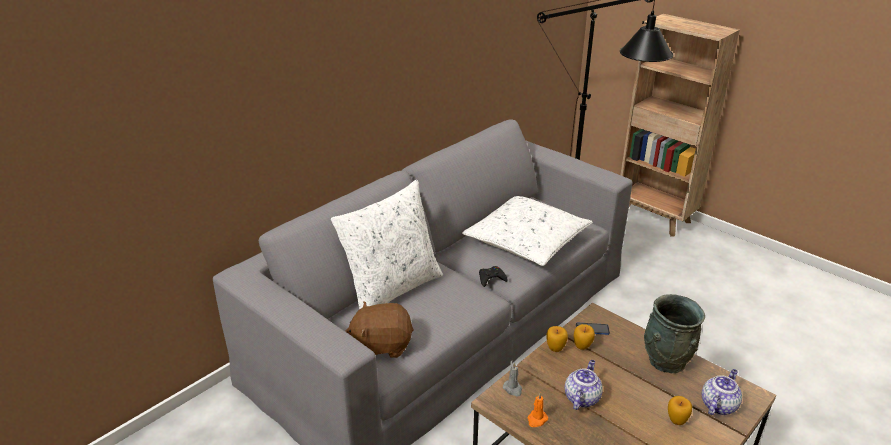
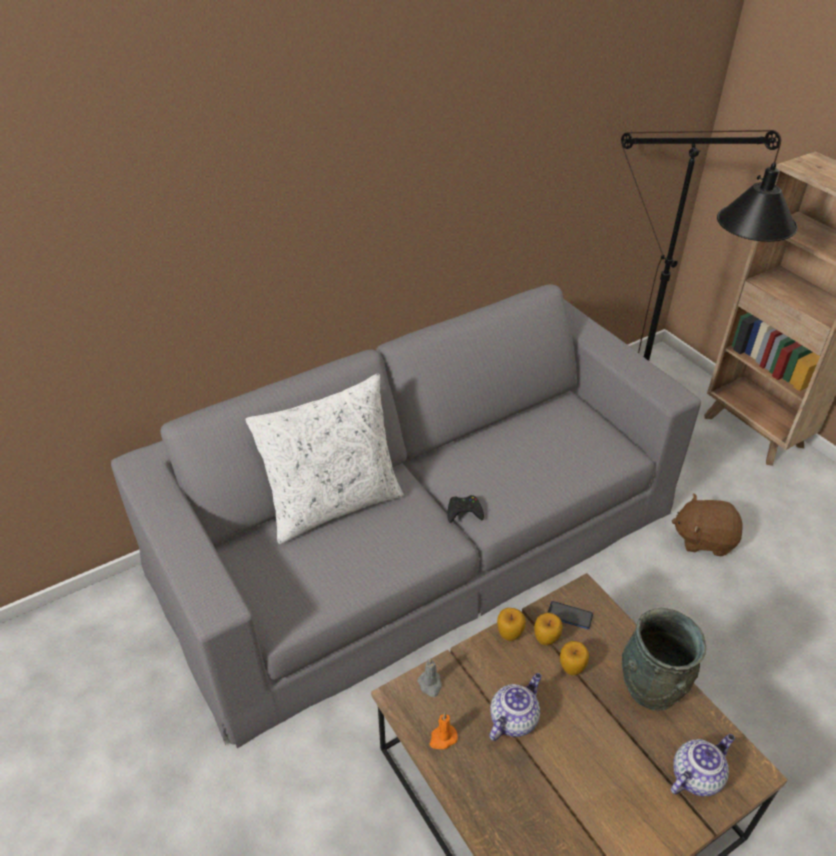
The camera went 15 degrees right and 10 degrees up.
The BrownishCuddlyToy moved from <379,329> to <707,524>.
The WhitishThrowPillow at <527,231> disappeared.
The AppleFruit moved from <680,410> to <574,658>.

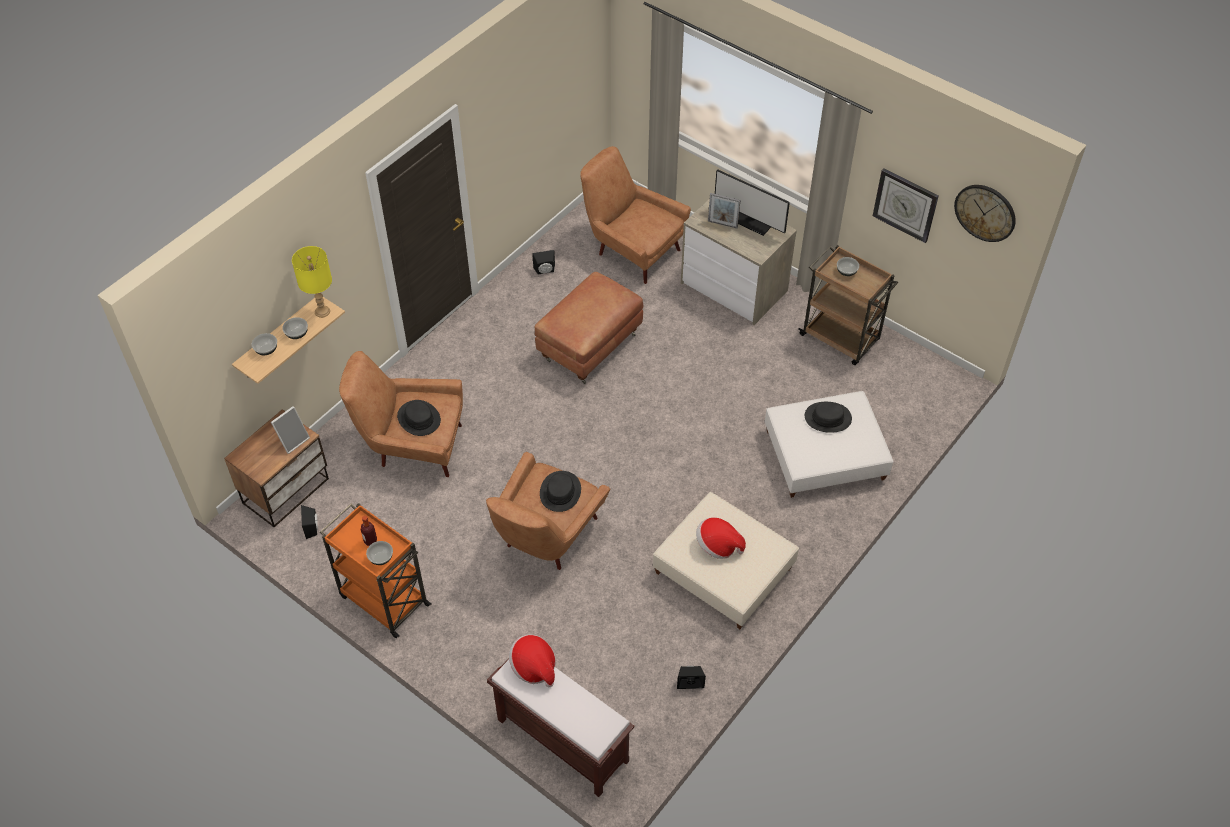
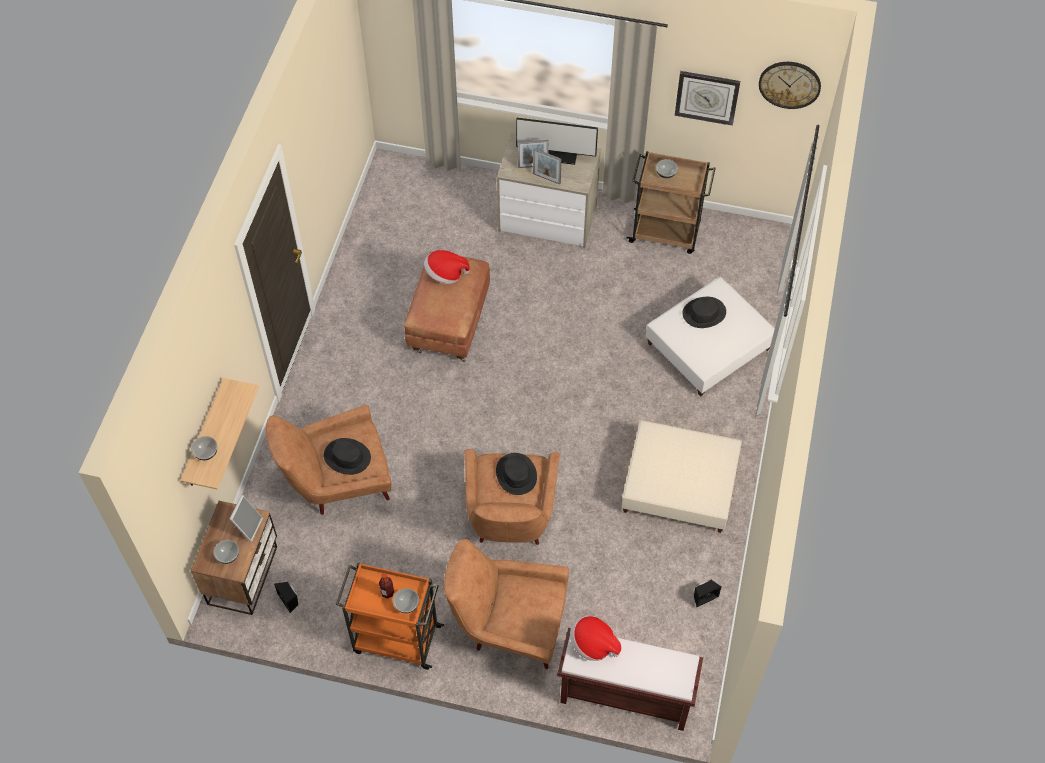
The camera went 25 degrees left and 5 degrees up.
The ServingBowl moved from <295,328> to <226,552>.
The YellowishTableLamp at <312,282> disappeared.
The BlackColouredAudioSpeaker at <543,262> disappeared.
The BrownishLoungeChair moved from <635,215> to <506,604>.
The ClothingHat moved from <721,538> to <447,267>.
The PictureFrame at <547,166> appeared.

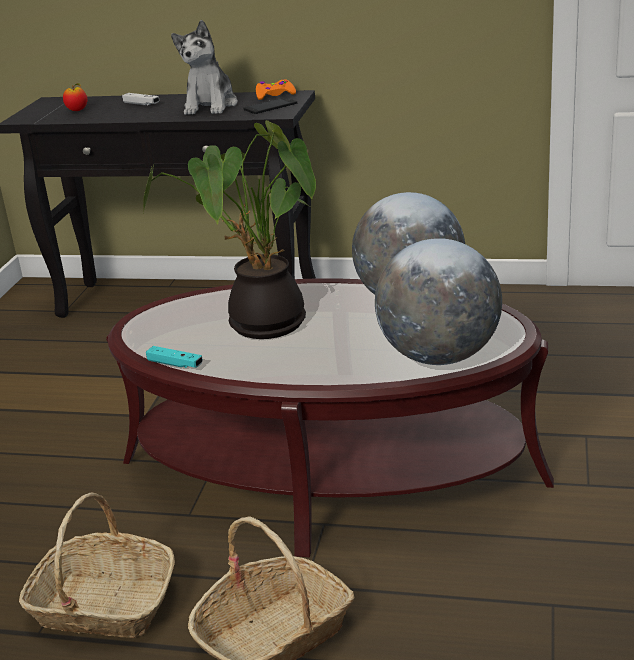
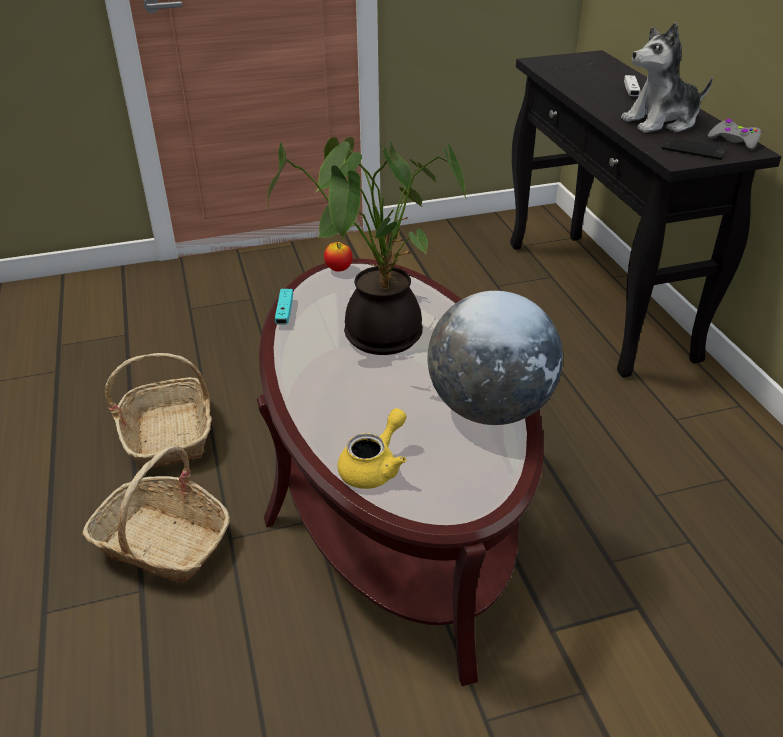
The camera went 60 degrees right and 10 degrees up.
The AppleFruit moved from <75,97> to <338,257>.
The OrangeyGameController at <276,89> became the GreyGameController at <734,134>.
The DeskGlobe at <438,301> was replaced by the YellowishTeaPot at <372,448>.

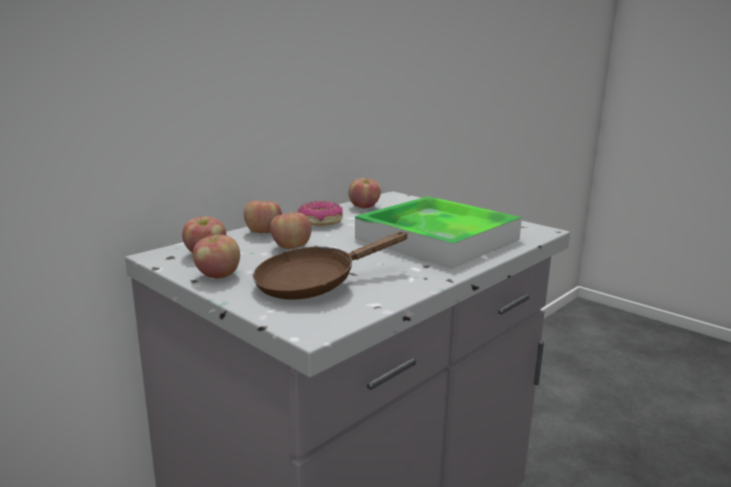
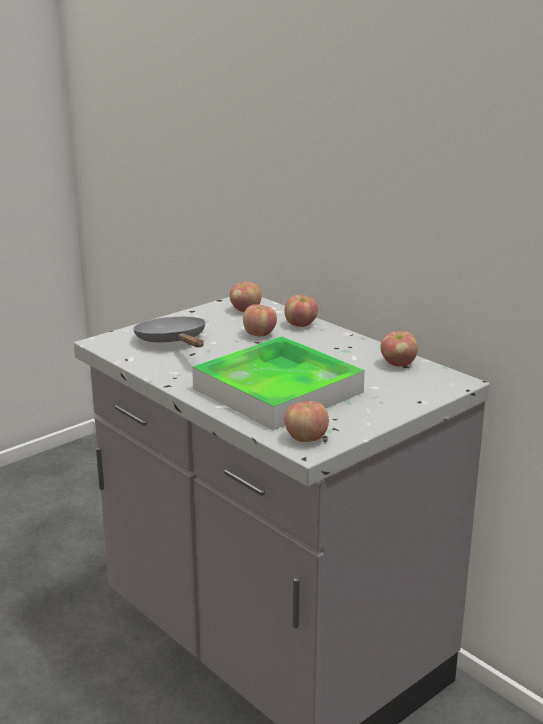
The camera went 95 degrees right and 5 degrees up.
The AppleFruit moved from <216,257> to <306,421>.
The BrownishFryingPan at <331,265> became the GreyFryingPan at <169,332>.
The RingDoughnut at <320,213> disappeared.

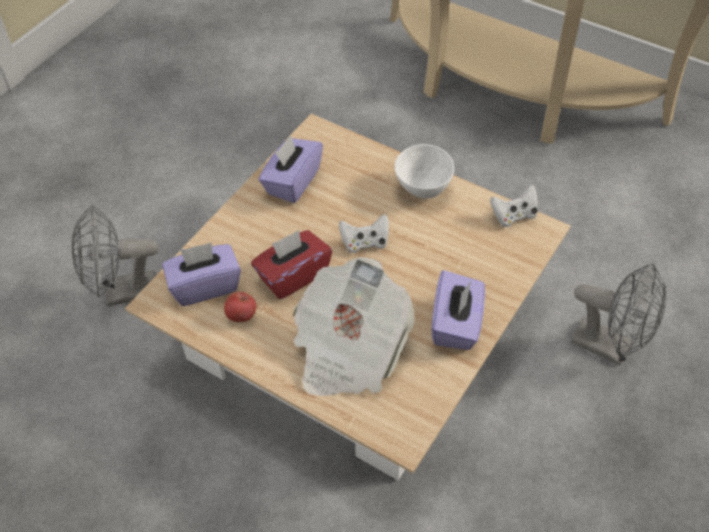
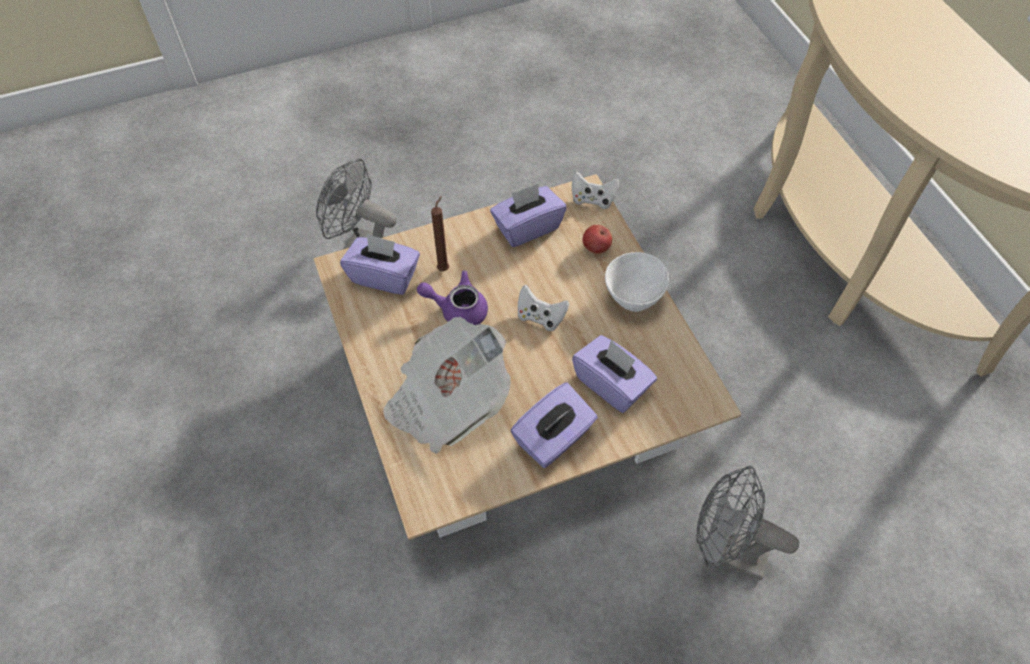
The camera went 35 degrees right and 5 degrees up.
The AppleFruit moved from <240,307> to <597,239>.
The RedTissueHolder at <291,264> was replaced by the PurpleColouredTeaPot at <452,297>.
The WhitishGameController moved from <514,205> to <595,190>.
The GreyElectricFan at <618,314> turned 135 degrees clockwise.
The BrownishWaxCandle at <440,233> appeared.
The PurpleColouredTissueHolder at <614,374> appeared.

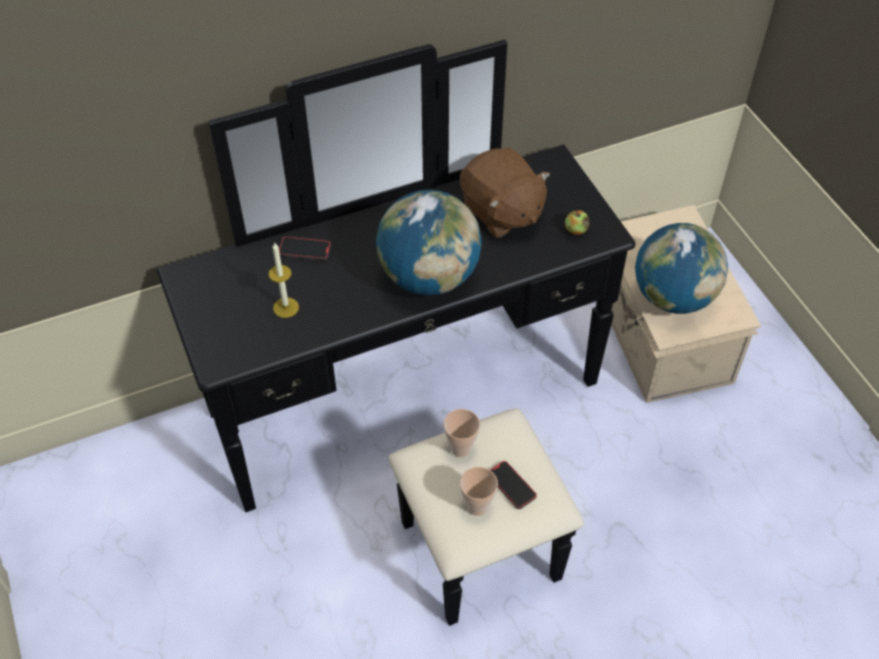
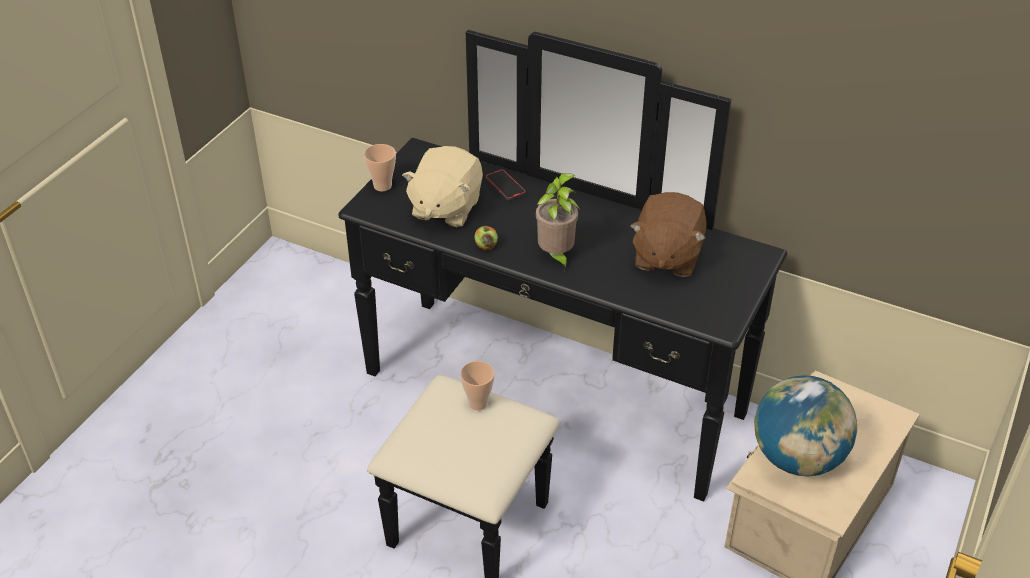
The camera went 50 degrees right and 10 degrees down.
The WaxCandle at <284,280> was replaced by the BeigeColouredCuddlyToy at <442,186>.
The DeskGlobe at <429,242> was replaced by the PlantInAPot at <558,221>.
The DrinkingCup moved from <479,491> to <380,167>.
The Telephone at <513,485> disappeared.
The AppleFruit moved from <577,222> to <486,238>.

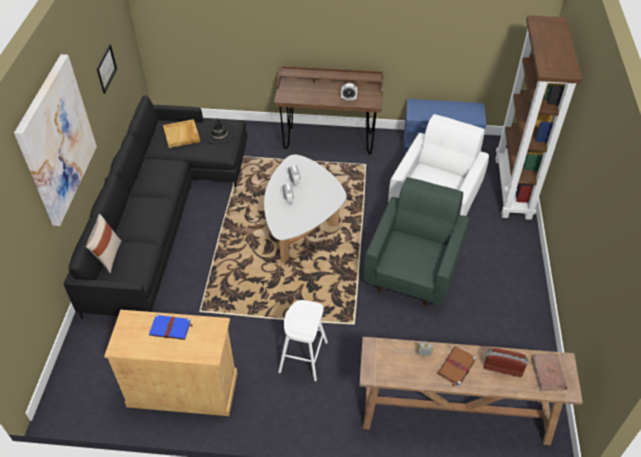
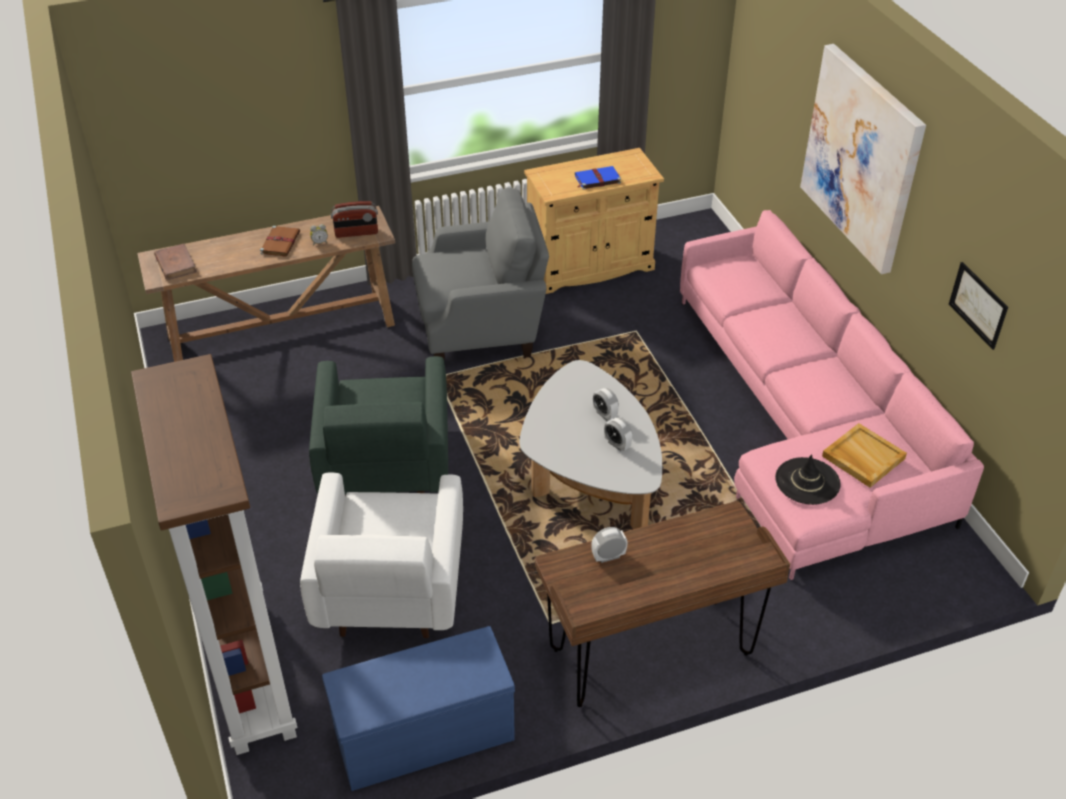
The camera went 155 degrees right and 5 degrees down.
The BlackColouredCouch at <155,207> became the PinkishCouch at <832,395>.
The BeigeColouredThrowPillow at <104,243> disappeared.
The WhitishStoolSeat at <303,340> was replaced by the GreyLoungeChair at <480,274>.
The RadioReceiver moved from <506,362> to <354,219>.

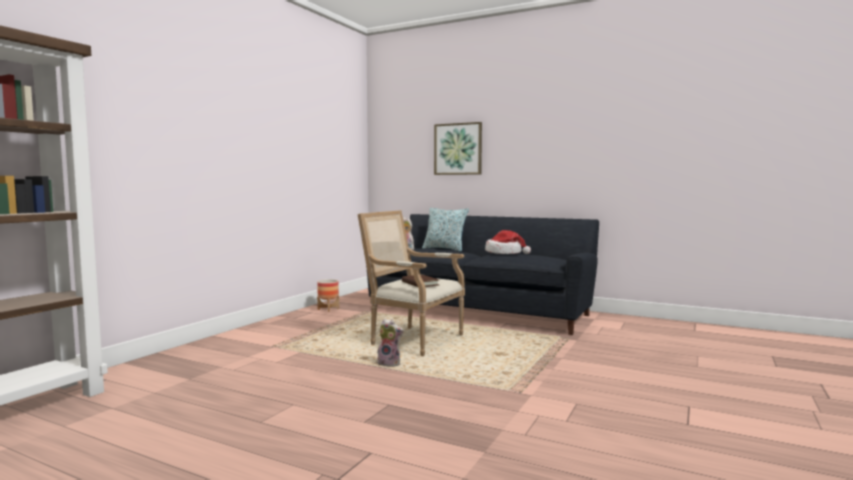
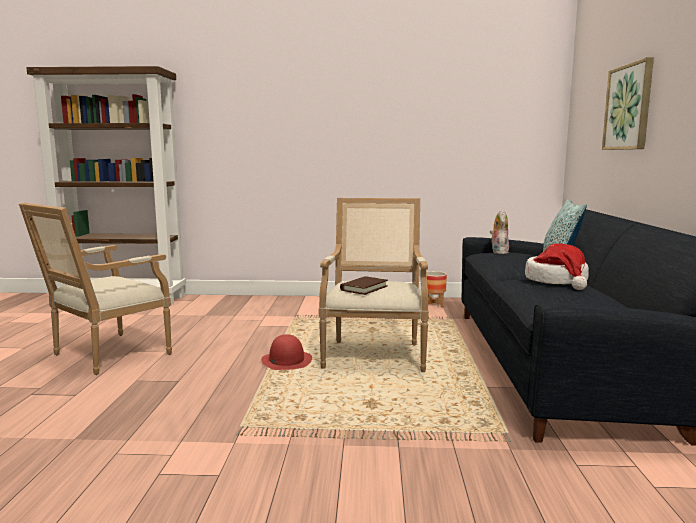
The camera went 65 degrees right and 5 degrees up.
The CuddlyToy at <390,342> was replaced by the RedClothingHat at <286,352>.
The LoungeChair at <95,288> appeared.

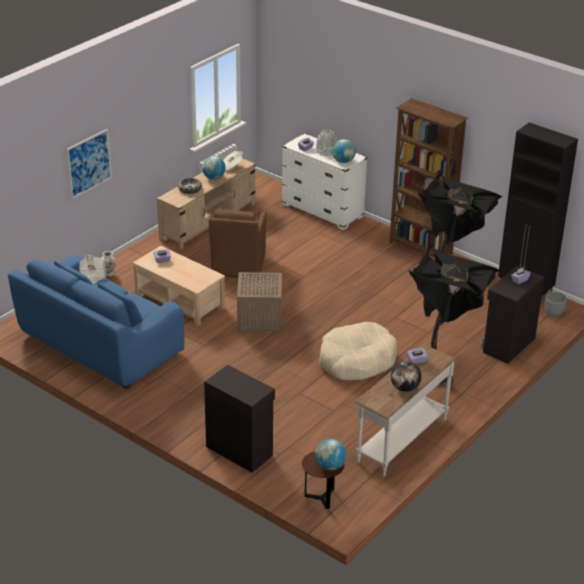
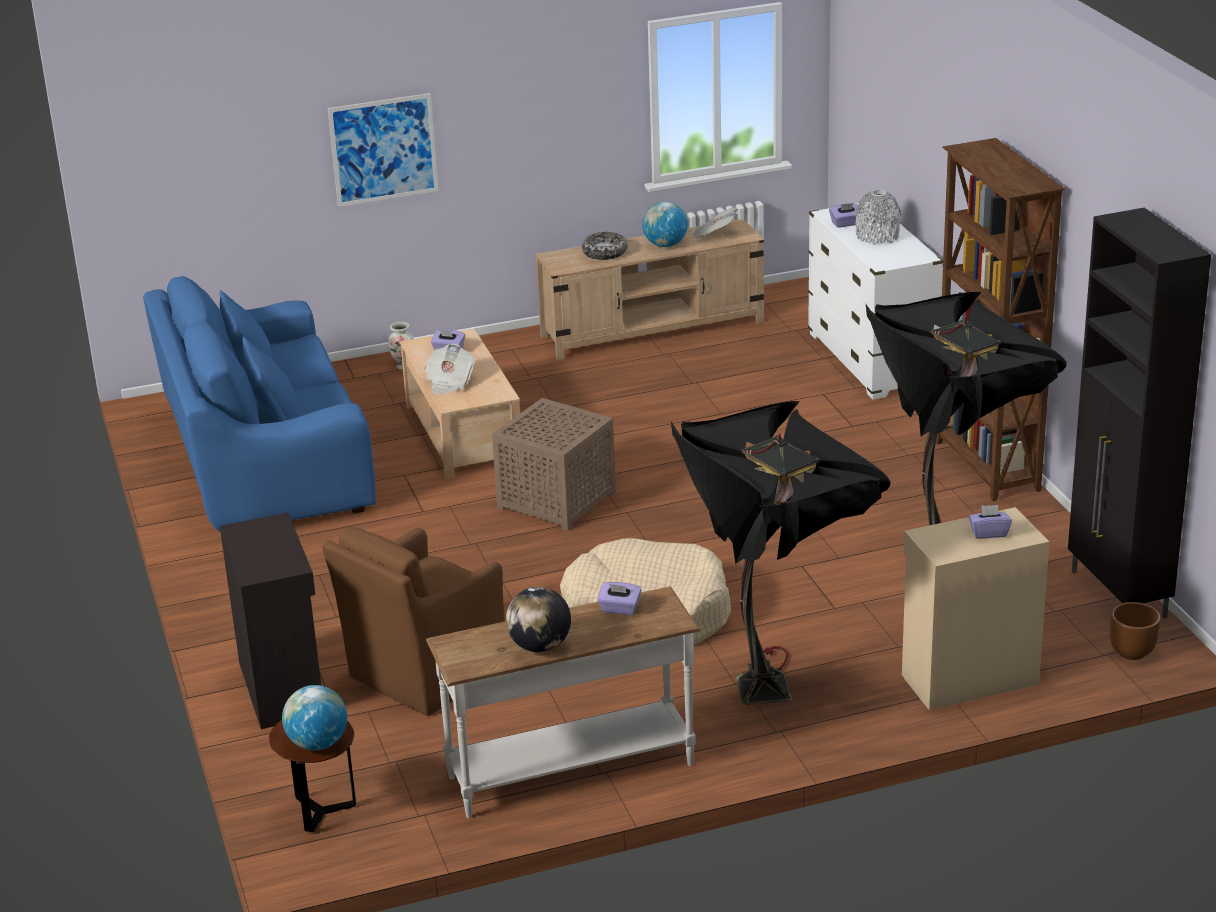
The camera went 35 degrees right and 5 degrees down.
The DailyPaper moved from <92,269> to <450,369>.
The BrownishLoungeChair moved from <238,243> to <413,621>.
The DeskGlobe at <344,151> disappeared.
The BlackColouredCabinet at <512,315> became the BeigeColouredCabinet at <975,608>.
The GreyPlanter at <556,304> became the BrownishPlanter at <1135,631>.

